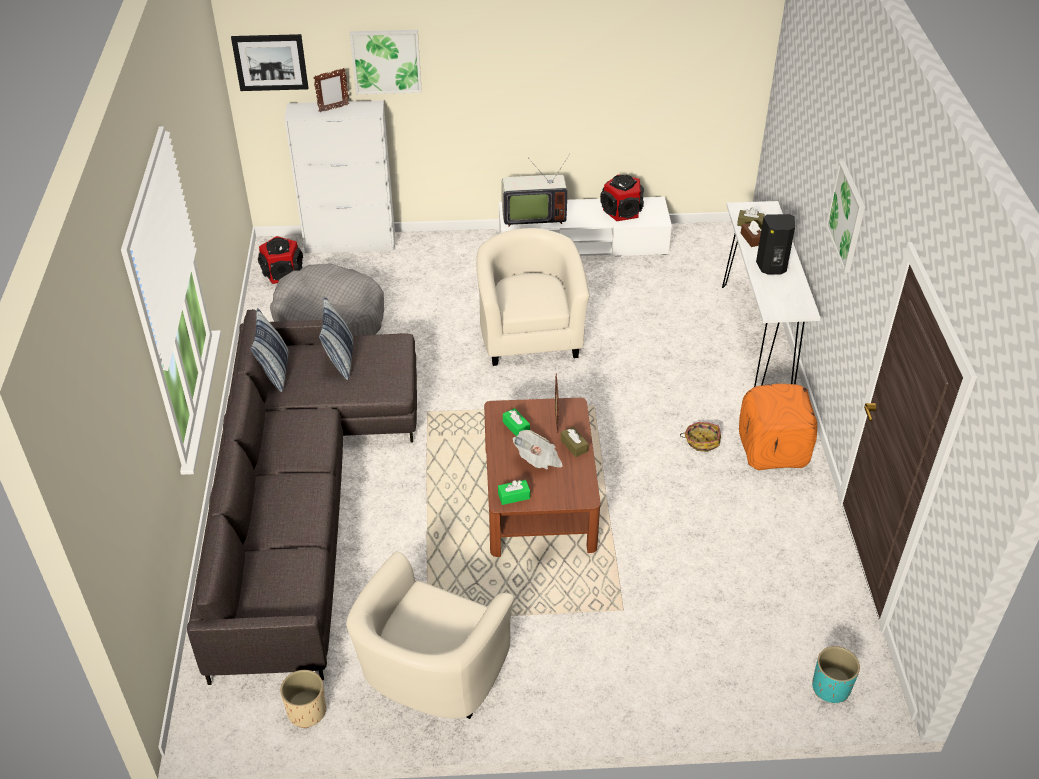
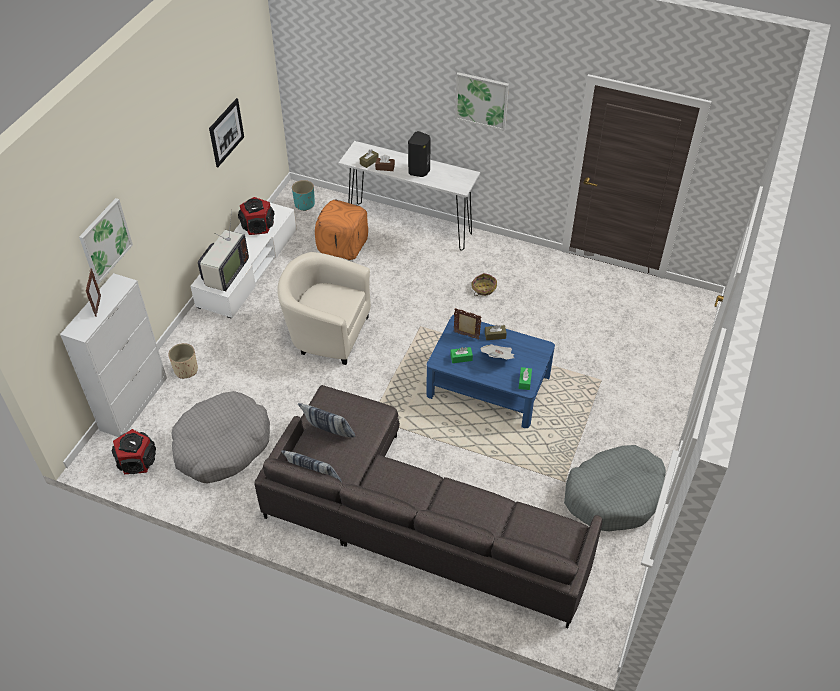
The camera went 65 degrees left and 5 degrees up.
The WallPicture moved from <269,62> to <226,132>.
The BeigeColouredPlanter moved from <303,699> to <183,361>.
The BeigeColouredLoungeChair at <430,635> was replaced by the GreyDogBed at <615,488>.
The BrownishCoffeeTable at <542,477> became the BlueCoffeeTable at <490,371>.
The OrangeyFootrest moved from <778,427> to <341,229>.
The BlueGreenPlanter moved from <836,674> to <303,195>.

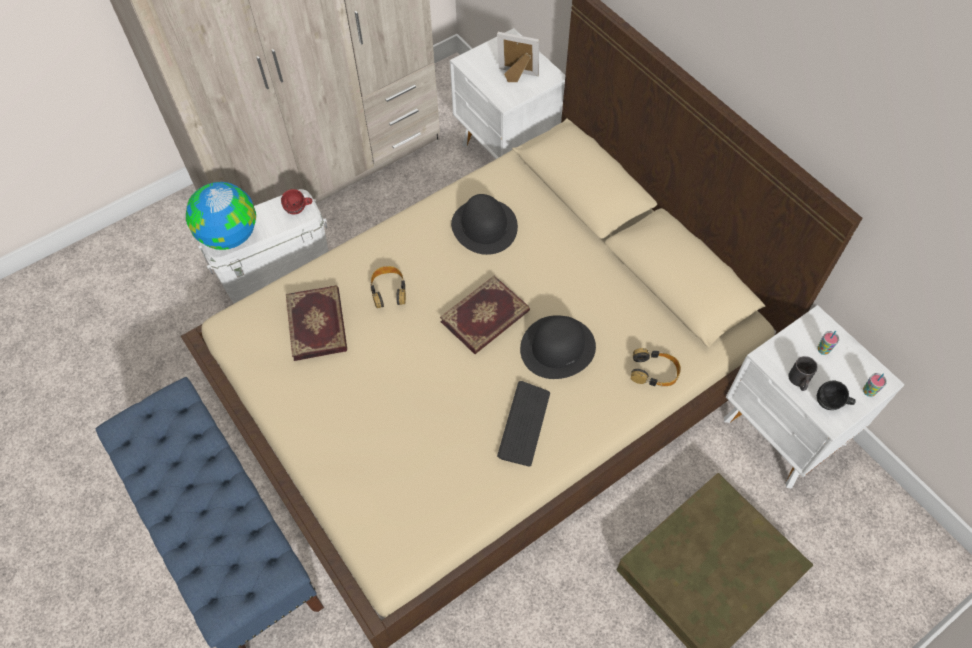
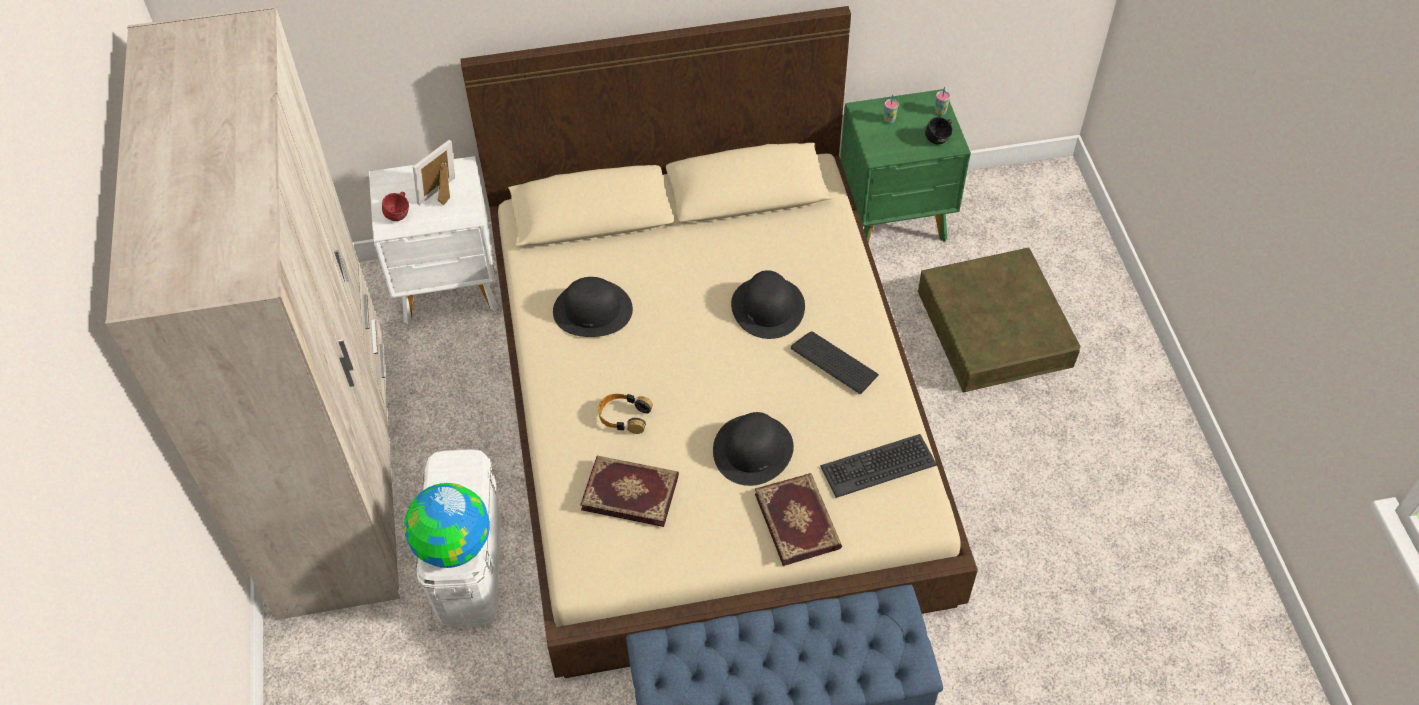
The camera went 65 degrees left and 5 degrees down.
The RedMug moved from <296,202> to <395,206>.
The Volume moved from <485,315> to <798,519>.
The Headphones at <656,367> disappeared.
The WhitishNightTable at <814,396> became the GreenishNightTable at <905,166>.
The BlackColouredMug at <803,373> disappeared.
The BlackColouredClothingHat at <753,449> appeared.
The PcKeyboard at <878,466> appeared.

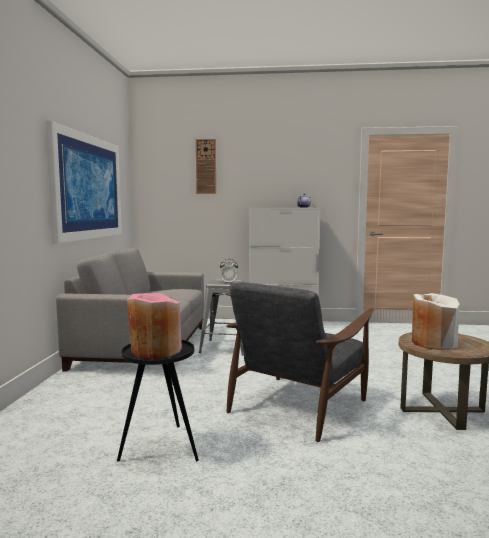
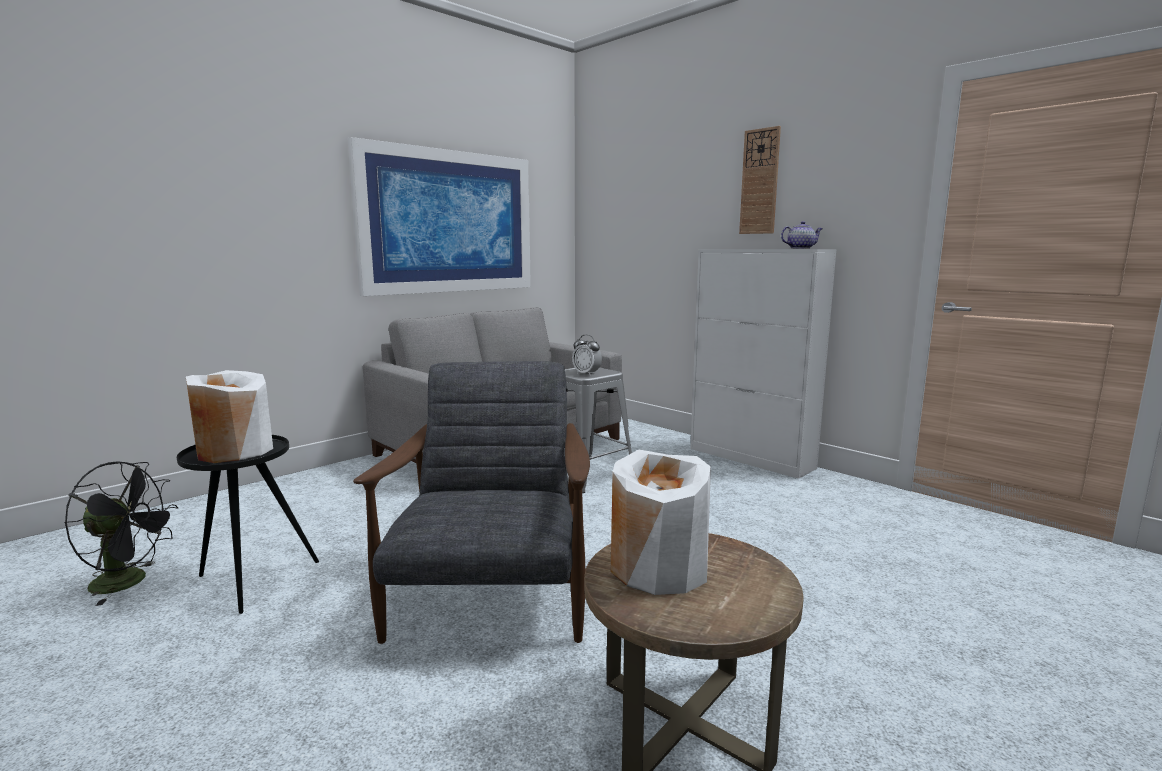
The camera went 40 degrees right and 5 degrees up.
The PinkishFlowerVase at <154,326> became the WhitishFlowerVase at <229,416>.
The HangingClock moved from <206,166> to <760,180>.
The GreyLoungeChair at <300,362> turned 105 degrees clockwise.
The BlackColouredElectricFan at <121,533> appeared.

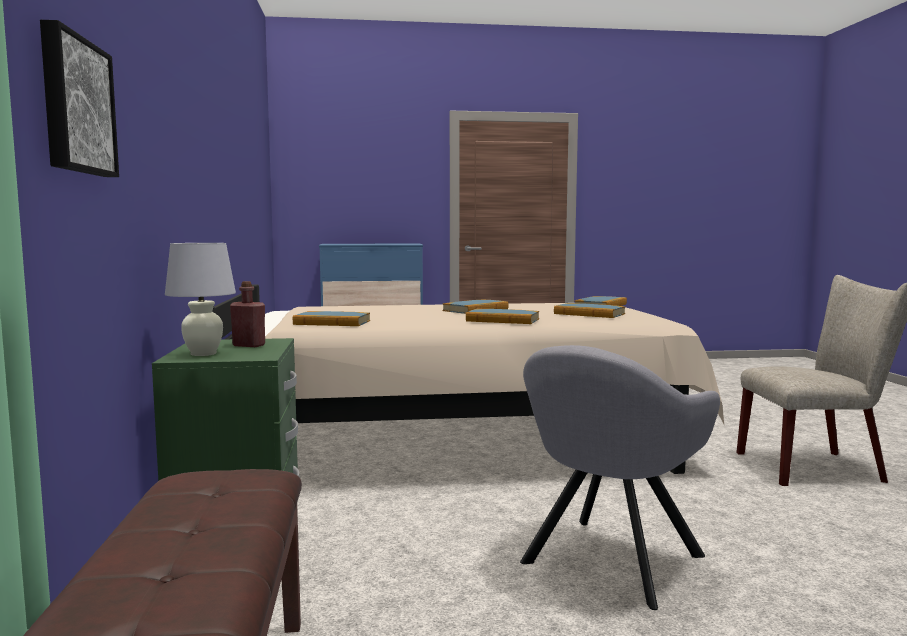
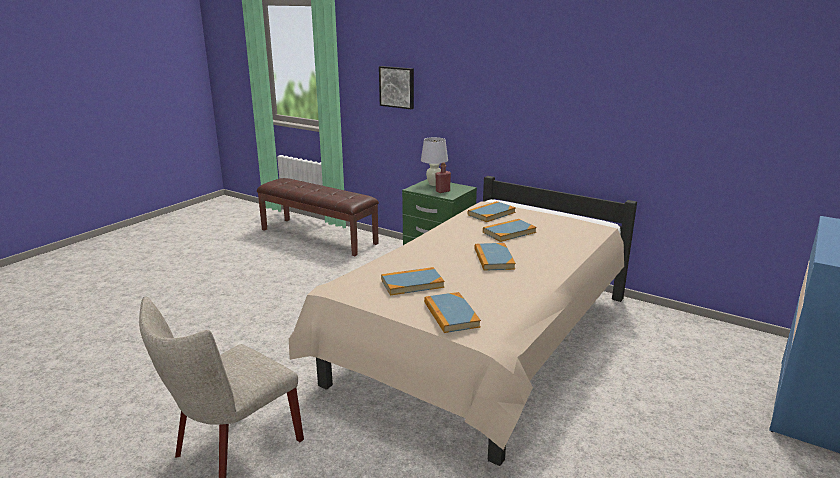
The camera went 130 degrees right and 15 degrees up.
The Volume moved from <502,316> to <510,230>.
The GreyLoungeChair at <620,477> disappeared.

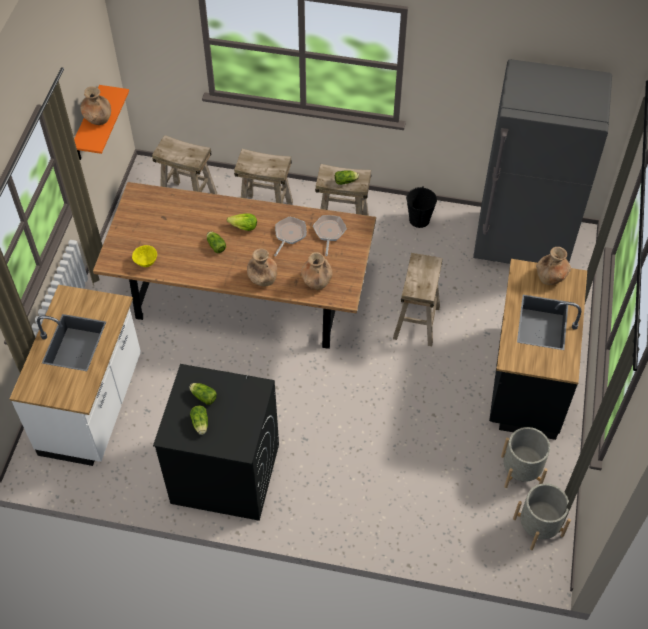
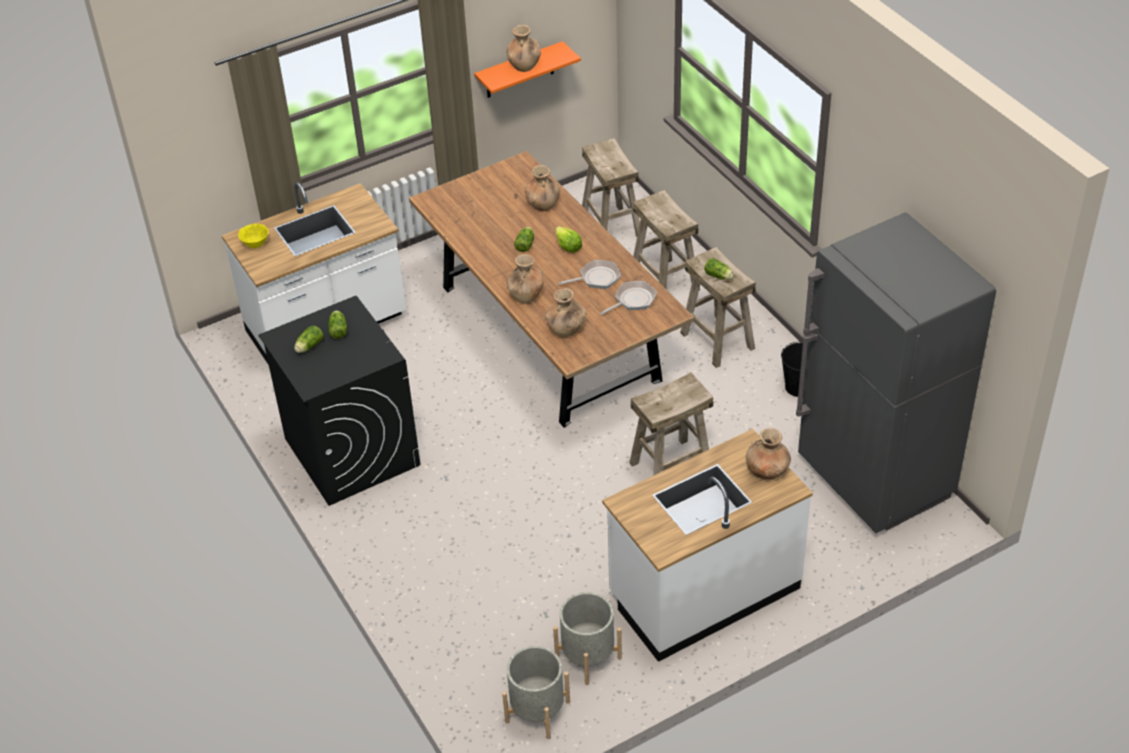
The camera went 50 degrees right and 10 degrees down.
The YellowishServingBowl moved from <144,256> to <253,236>.
The BlackColouredKitchenCounter at <538,349> became the WhitishKitchenCounter at <707,545>.
The BrownishFlowerVase at <542,188> appeared.

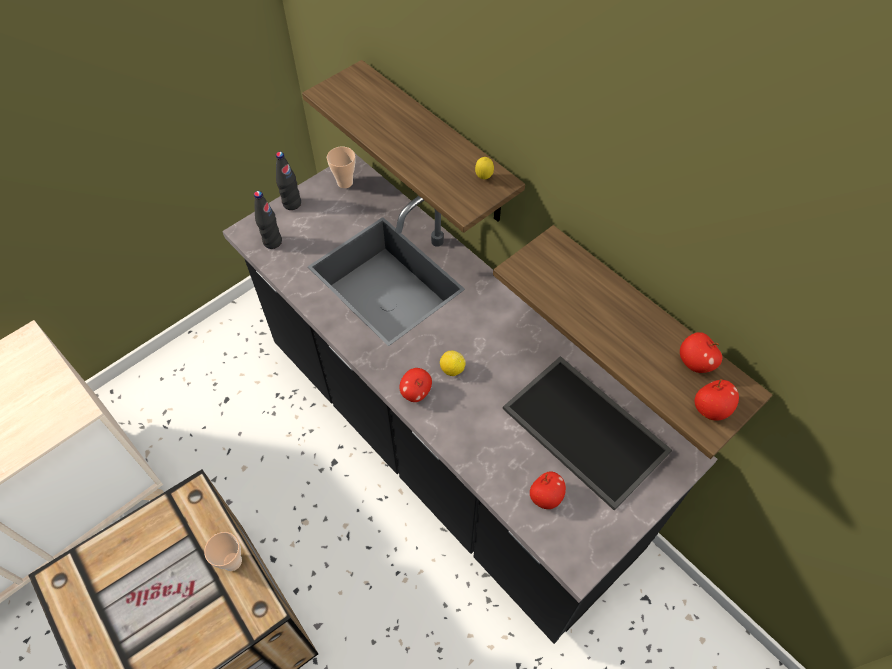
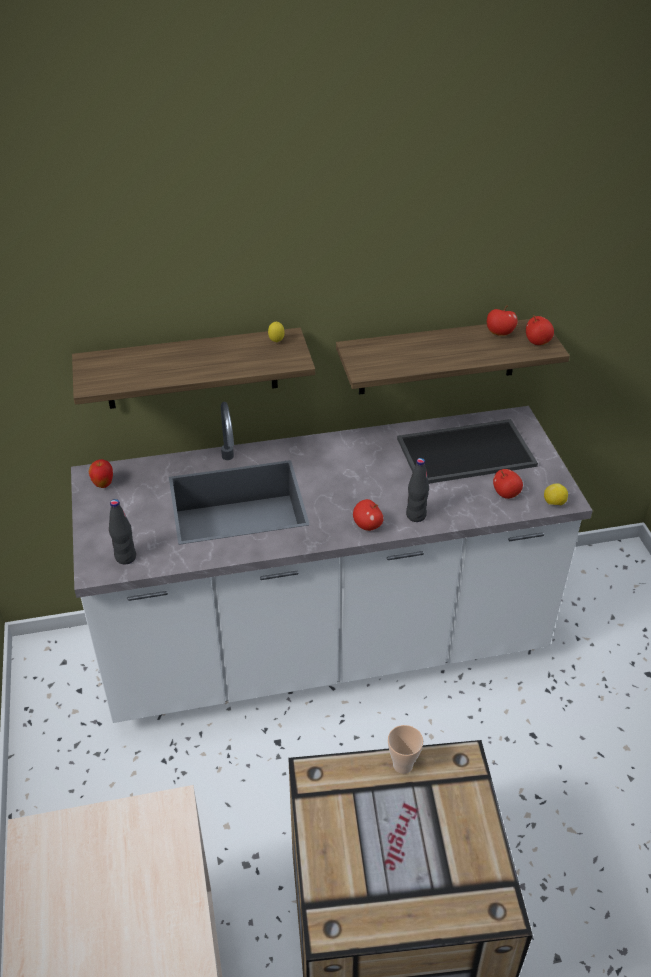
The camera went 60 degrees left and 15 degrees down.
The BlackColouredKitchenCounter at <470,399> became the WhitishKitchenCounter at <332,562>.
The BlackColouredDrinkBottle moved from <288,181> to <417,490>.
The DrinkingCup at <341,167> was replaced by the AppleFruit at <101,473>.
The CitrusFruit moved from <453,363> to <556,494>.

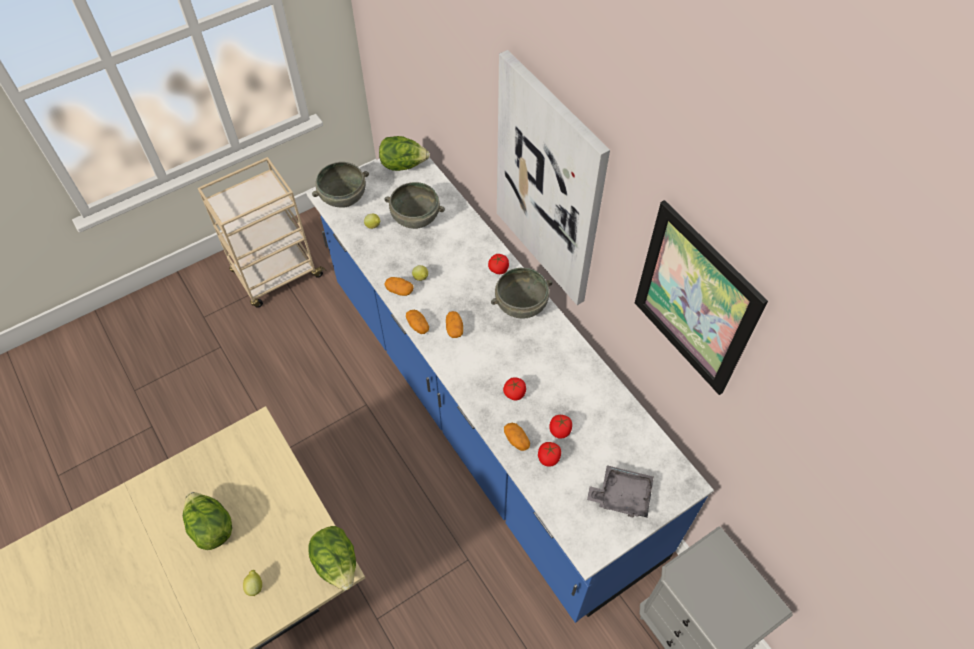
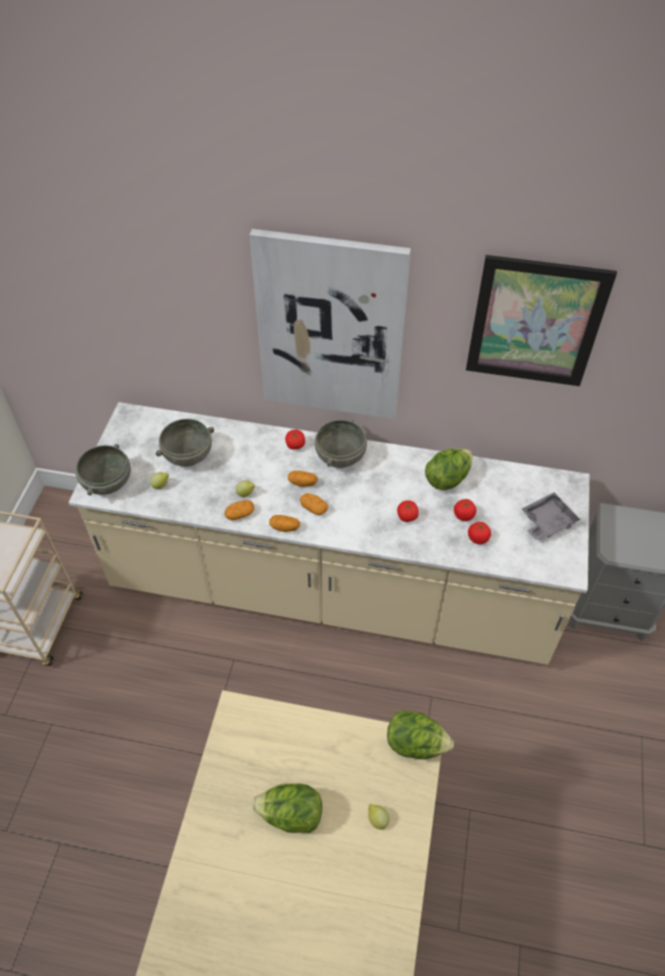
The camera went 45 degrees left and 5 degrees down.
The BlueKitchenCounter at <510,390> became the BeigeColouredKitchenCounter at <329,533>.
The Lettuce moved from <404,153> to <449,469>.
The Potato moved from <517,437> to <303,479>.

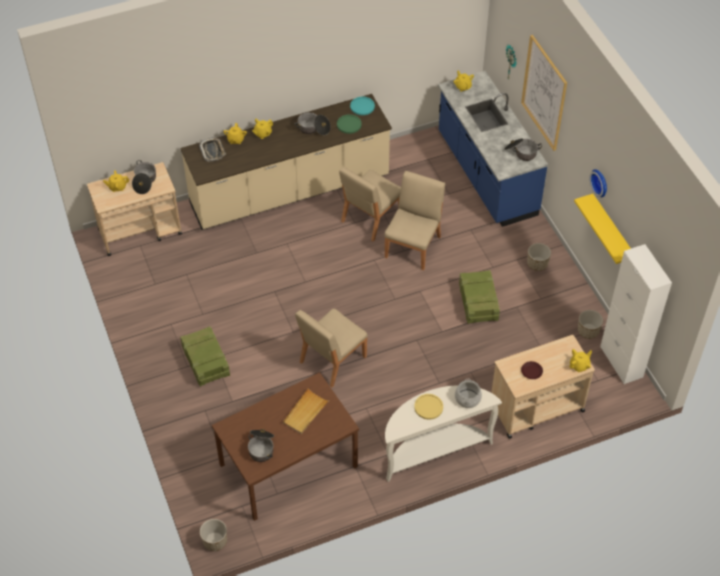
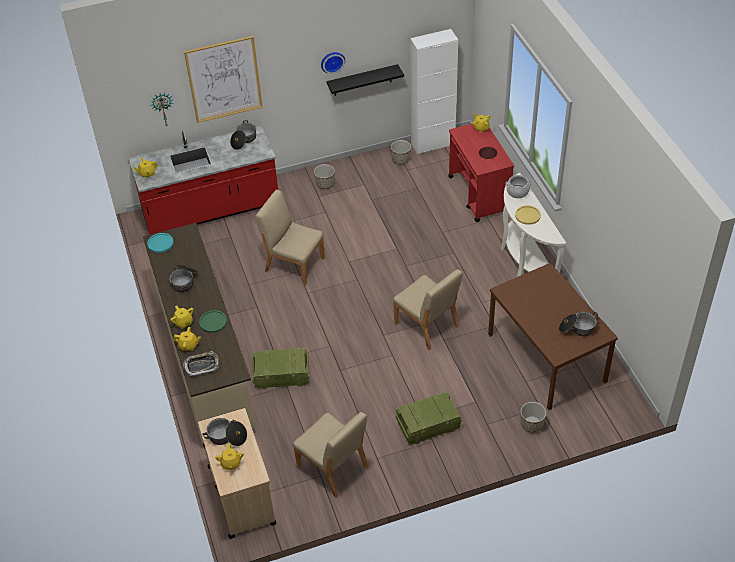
The camera went 85 degrees left and 5 degrees down.
The Planter moved from <213,535> to <533,417>.
The BeigeColouredTray at <305,411> disappeared.
The GreenishPlate moved from <349,124> to <213,321>.
The BeigeColouredUprightChair moved from <370,204> to <331,455>.
The BlueKitchenCounter at <493,149> became the RedKitchenCounter at <203,179>.
The PackingCrate moved from <479,297> to <280,368>.
The BeigeColouredTrolley at <543,387> became the RedTrolley at <481,173>.
The YellowishShelf at <602,229> became the BlackColouredShelf at <365,80>.

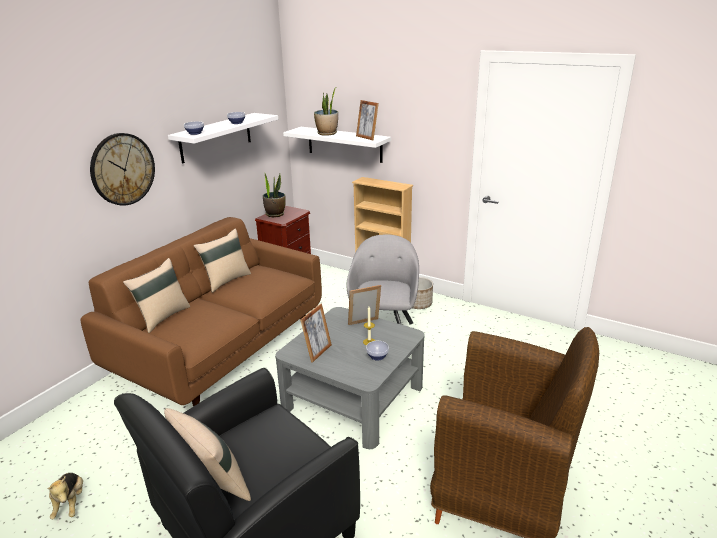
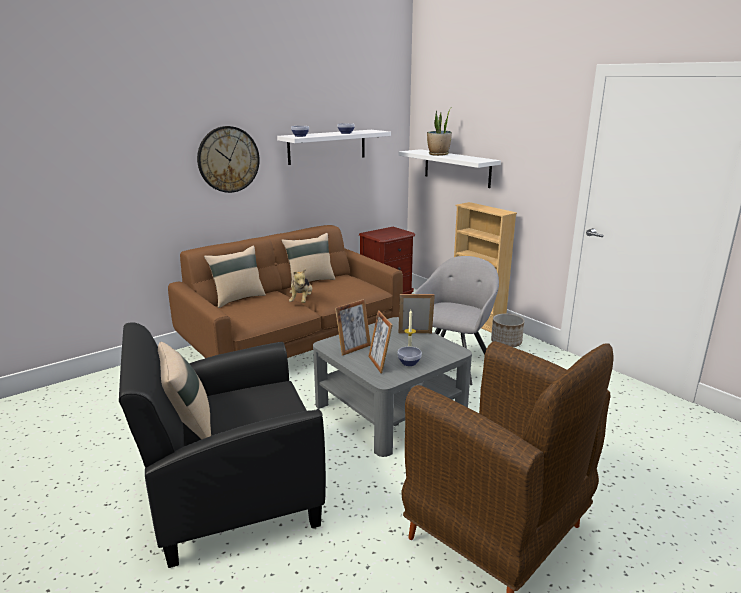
The camera went 20 degrees right and 5 degrees down.
The CuddlyToy moved from <65,496> to <300,285>.
The PlantInAPot at <274,194> disappeared.
The PictureFrame moved from <367,120> to <380,342>.

